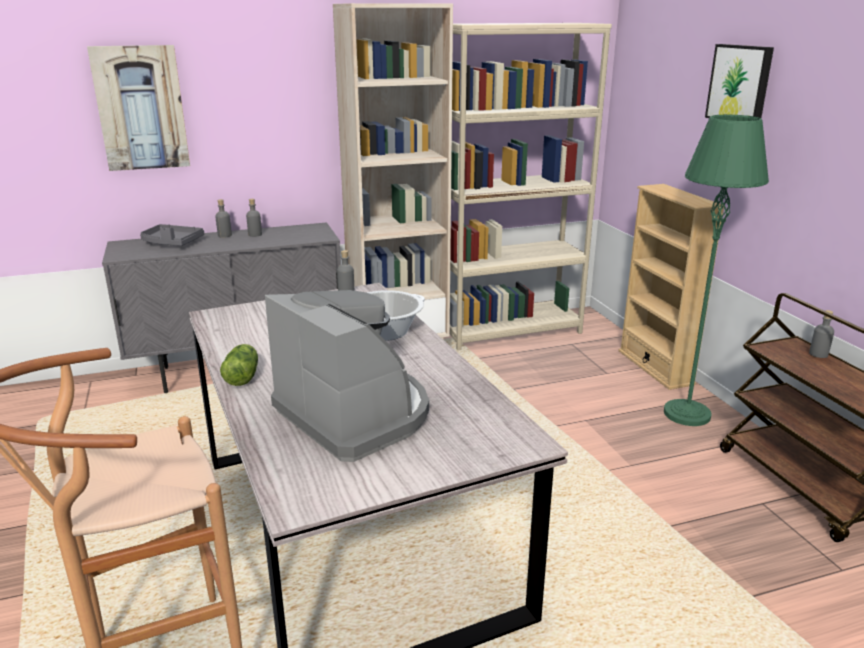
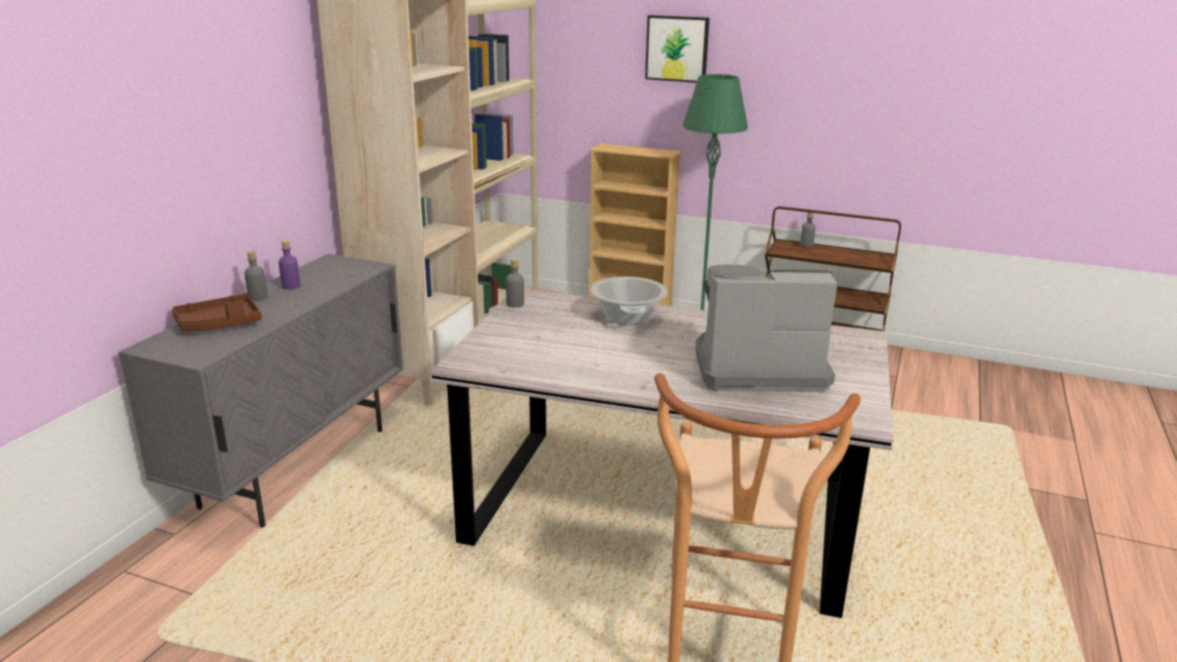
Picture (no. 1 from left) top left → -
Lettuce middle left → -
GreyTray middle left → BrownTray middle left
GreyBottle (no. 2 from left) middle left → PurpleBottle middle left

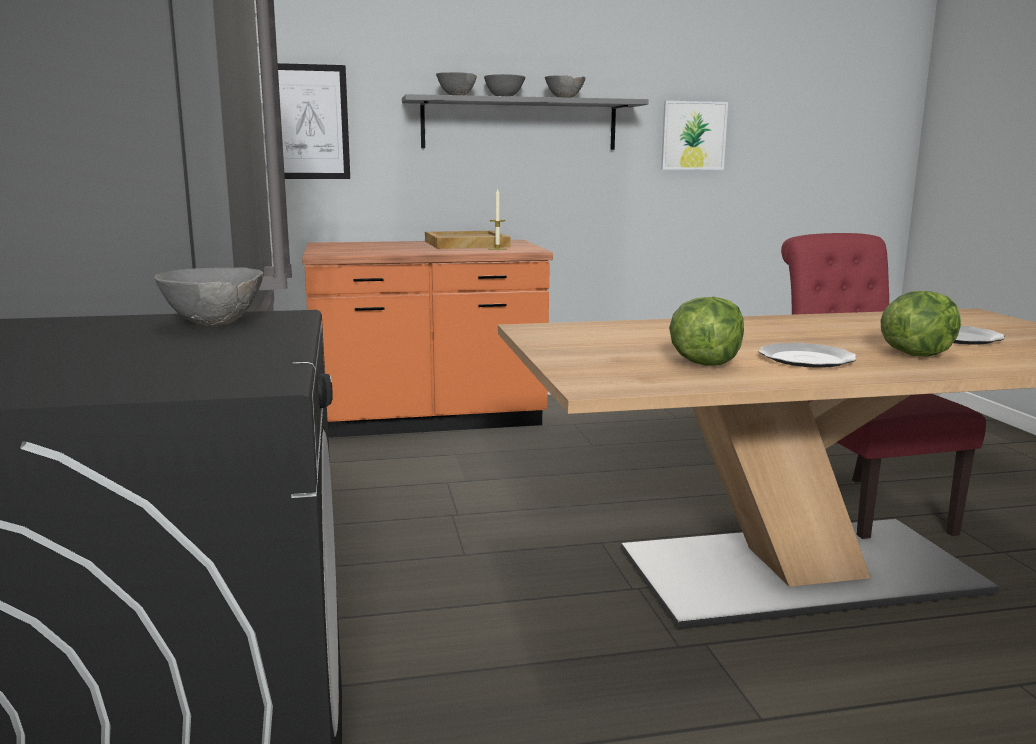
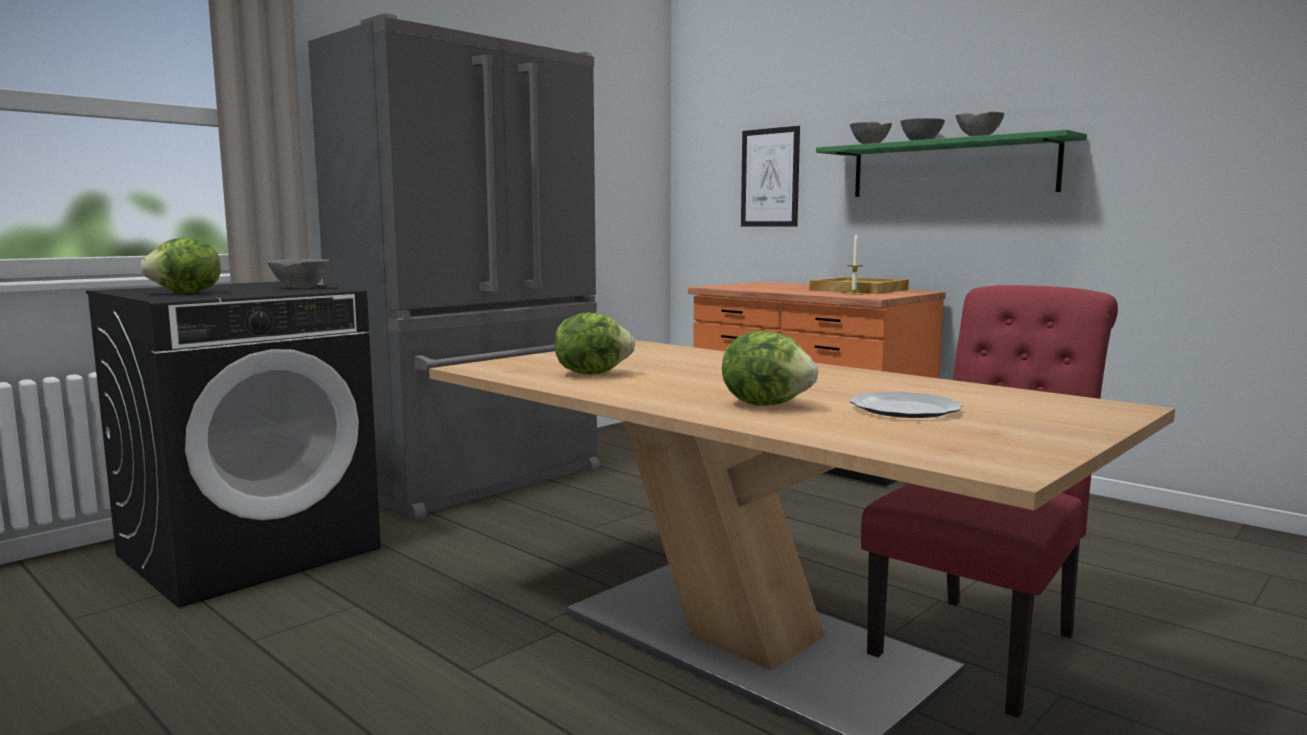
Picture (no. 2 from left) top right → -
Plate (no. 1 from left) middle right → -
- → Lettuce (no. 1 from left) middle left
GreyShelf top centre → GreenShelf top right

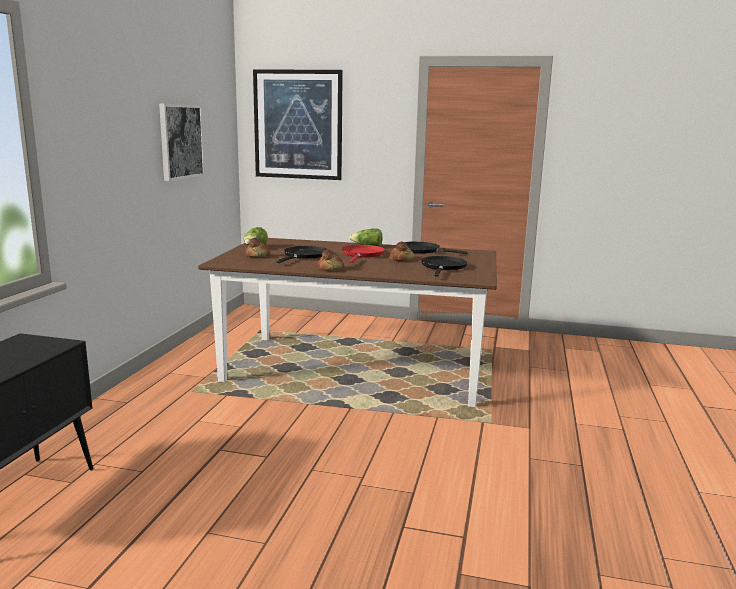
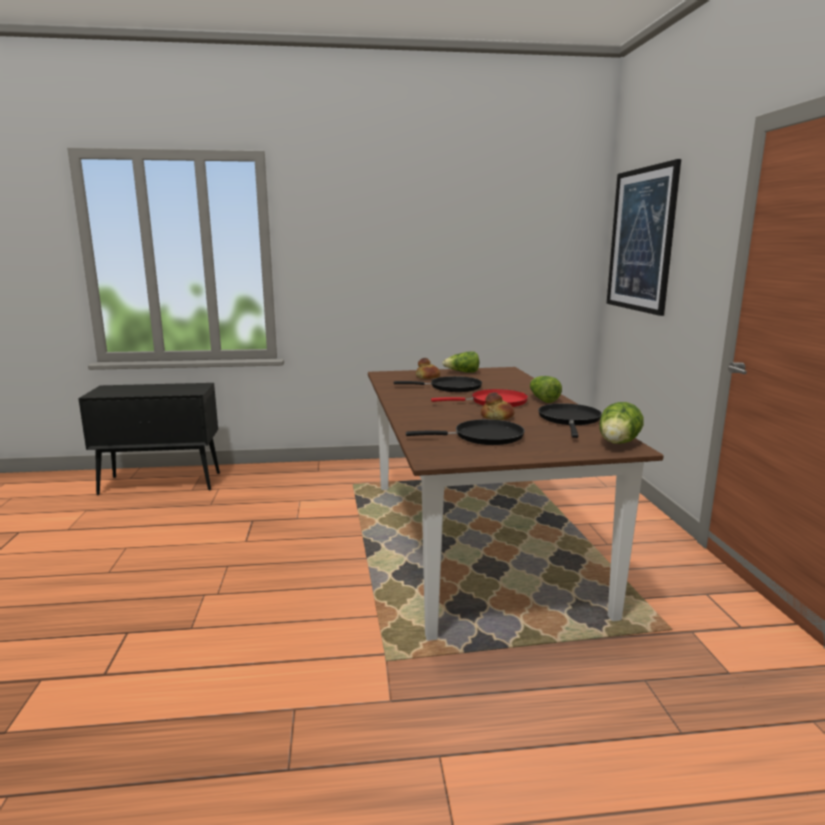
Picture (no. 1 from left) top left → -
Bread (no. 2 from left) centre → -
- → Lettuce (no. 3 from left) middle right

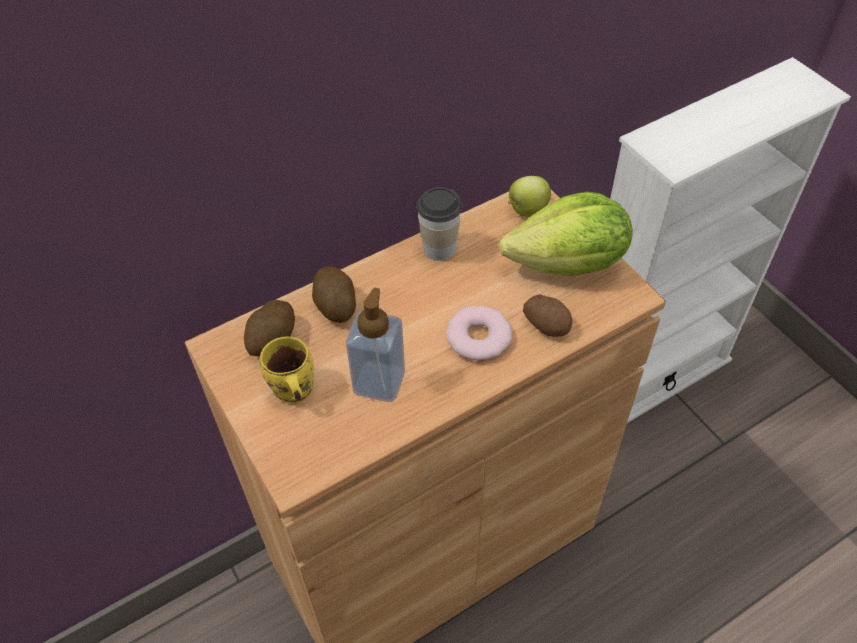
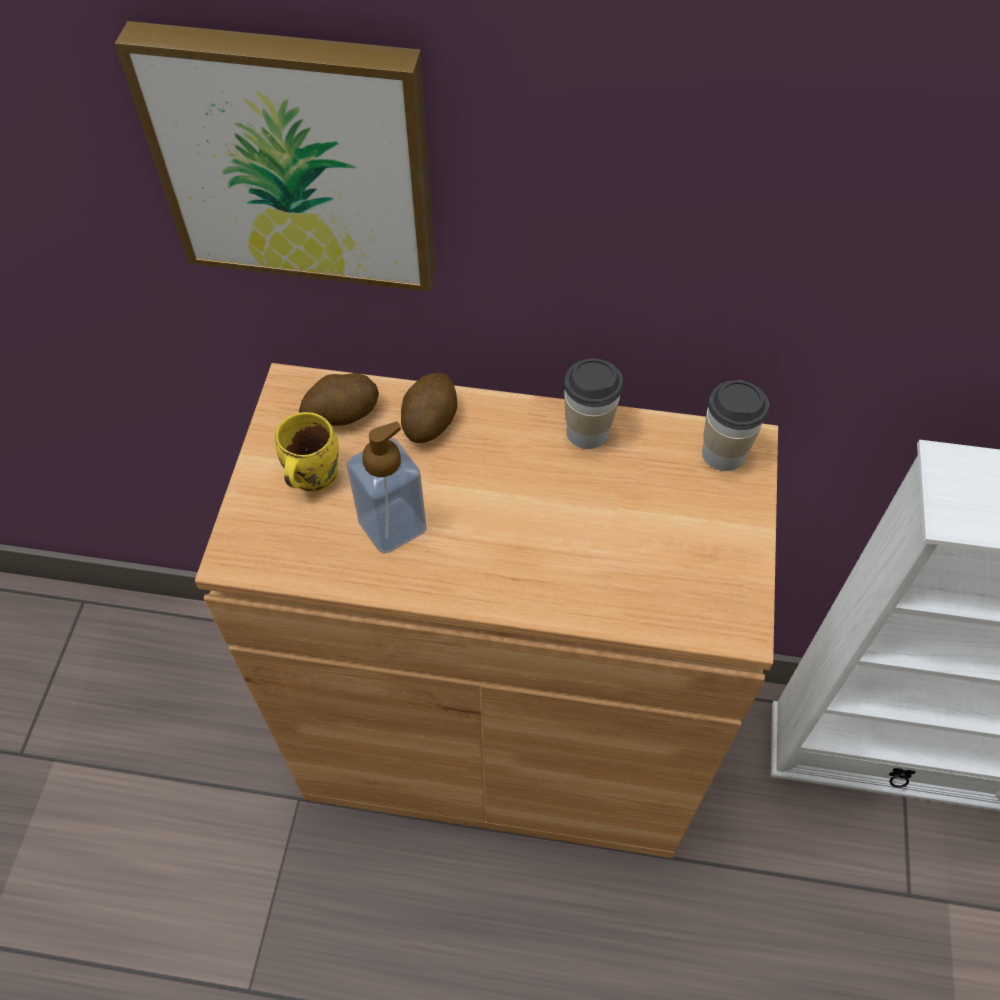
Donut centre → -
Lettuce centre → -
Potato (no. 3 from left) centre → -
- → Picture top left
Apple top centre → Cup (no. 2 from left) middle right

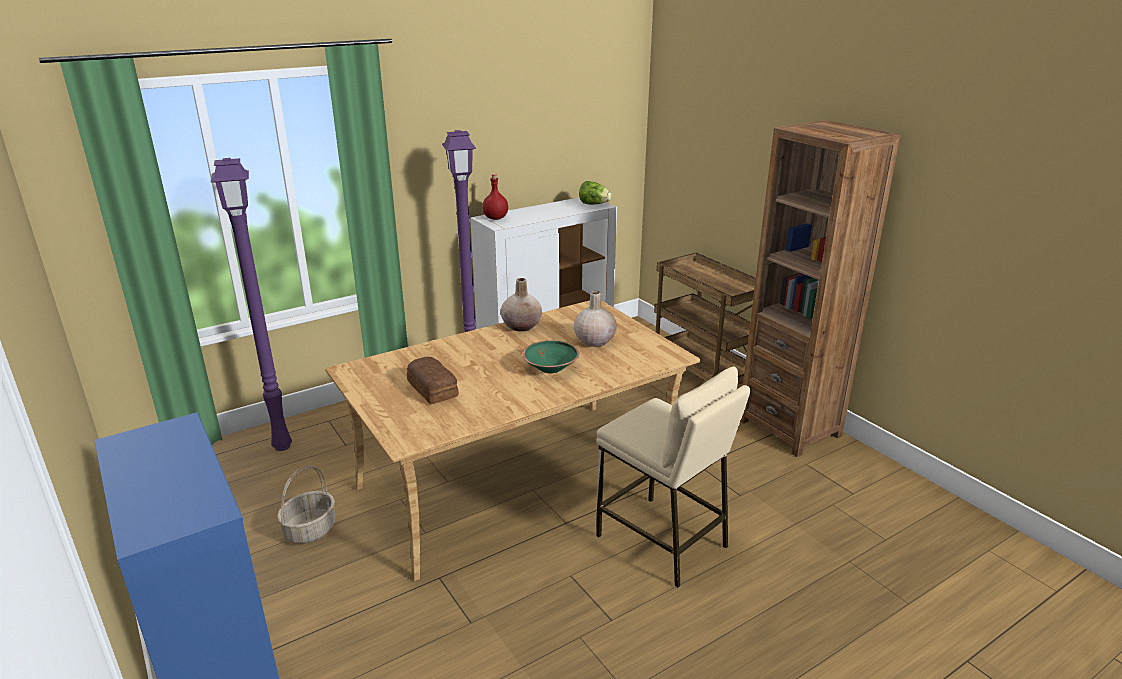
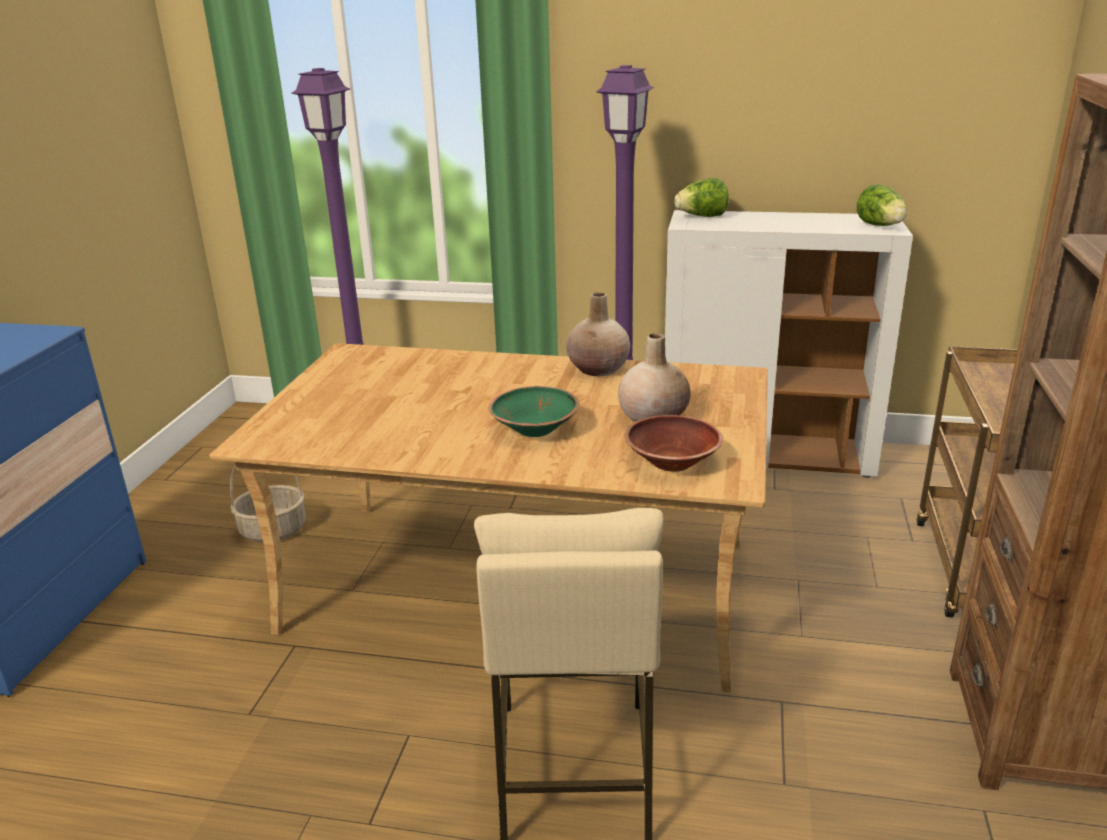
Bread centre → -
- → BrownBowl centre
RedBottle top centre → Lettuce (no. 1 from left) top centre

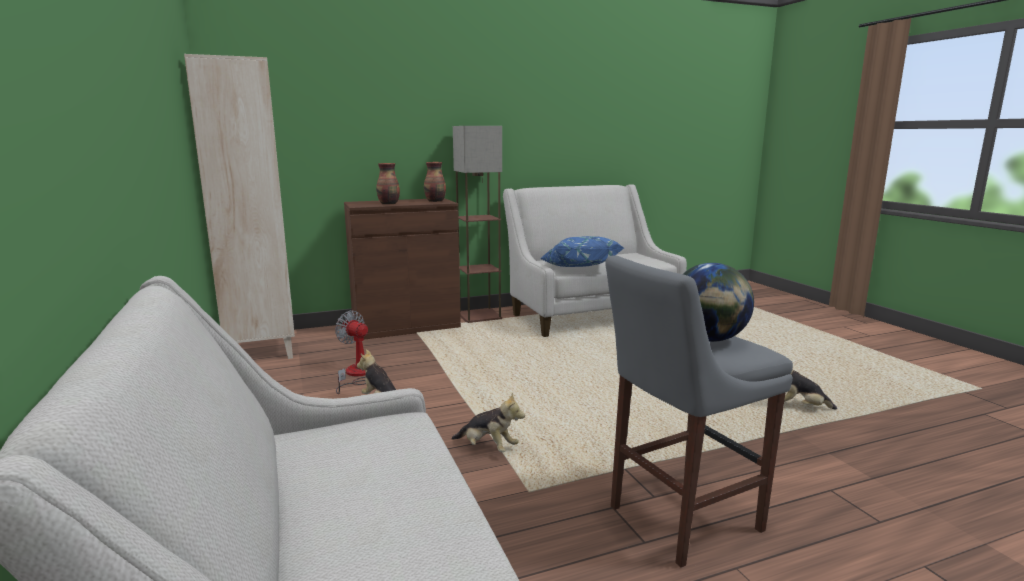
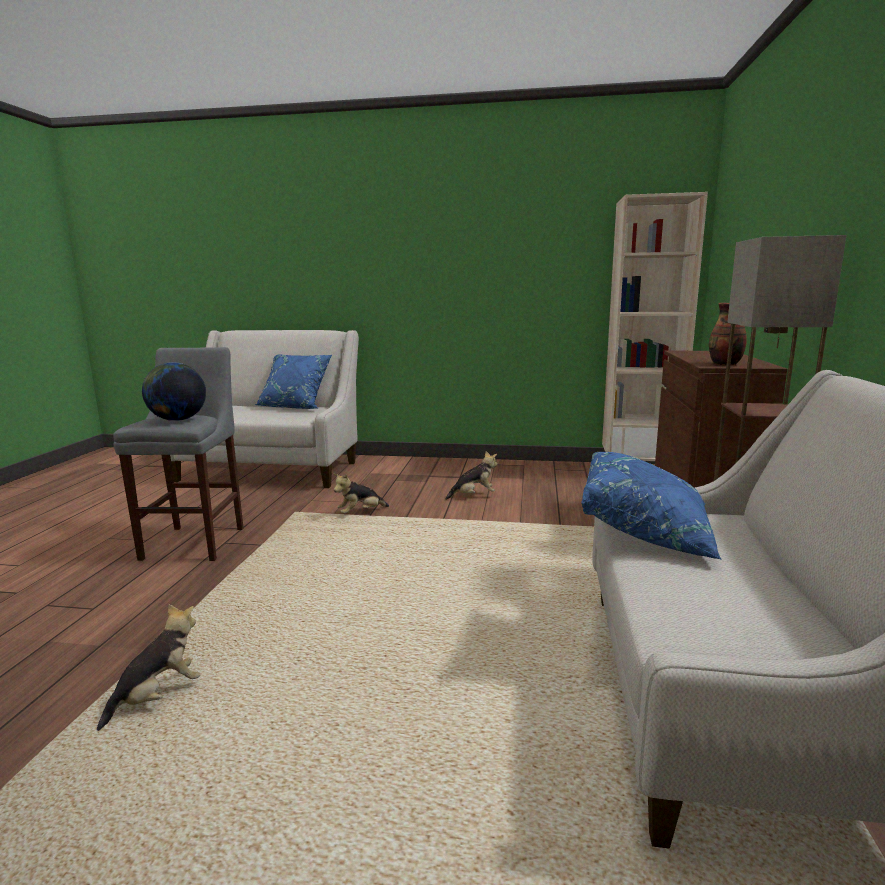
Fan centre → -
Vase (no. 1 from left) top centre → -
- → BluePillow (no. 1 from left) middle left

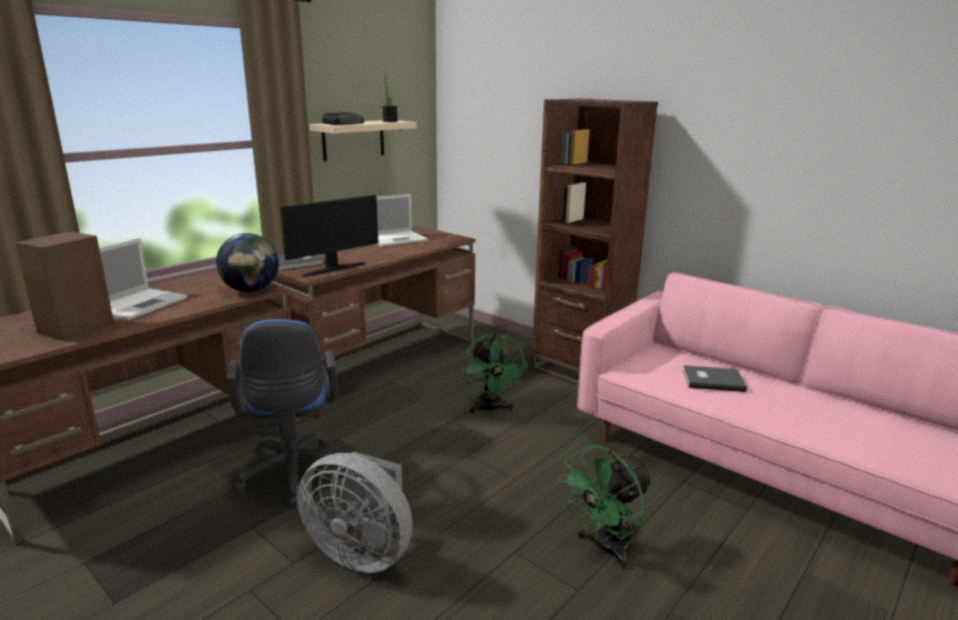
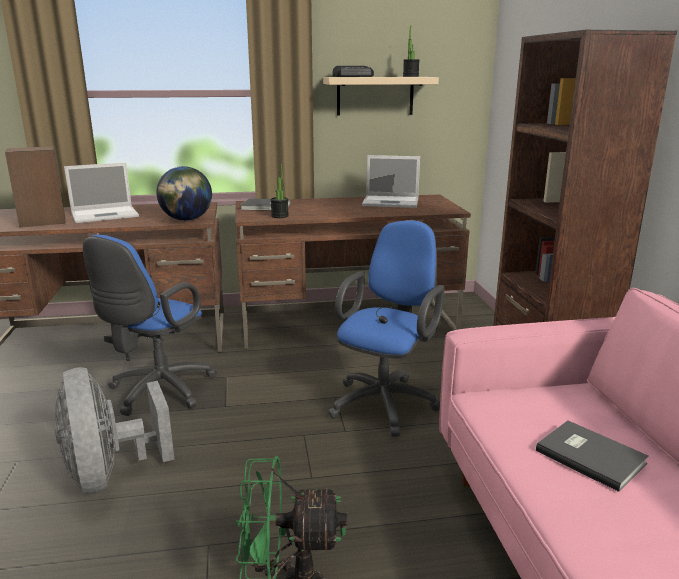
Monitor centre → PottedPlant (no. 1 from left) top centre
GreenFan (no. 1 from left) centre → BlueOfficeChair (no. 2 from left) centre

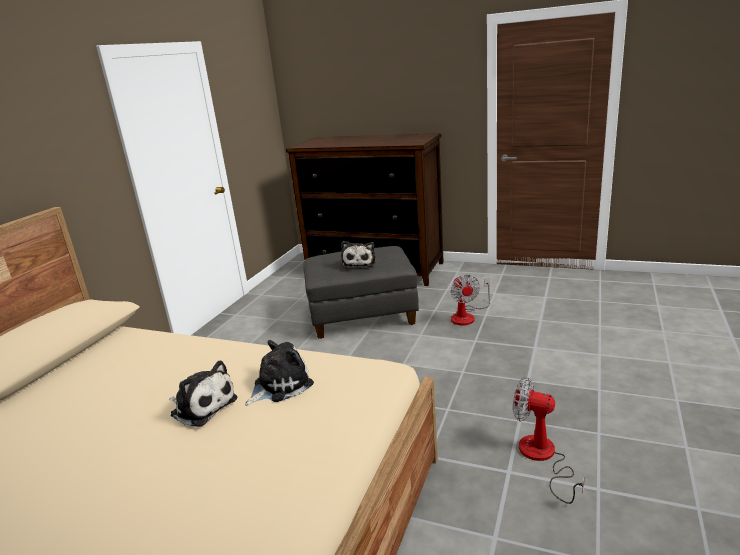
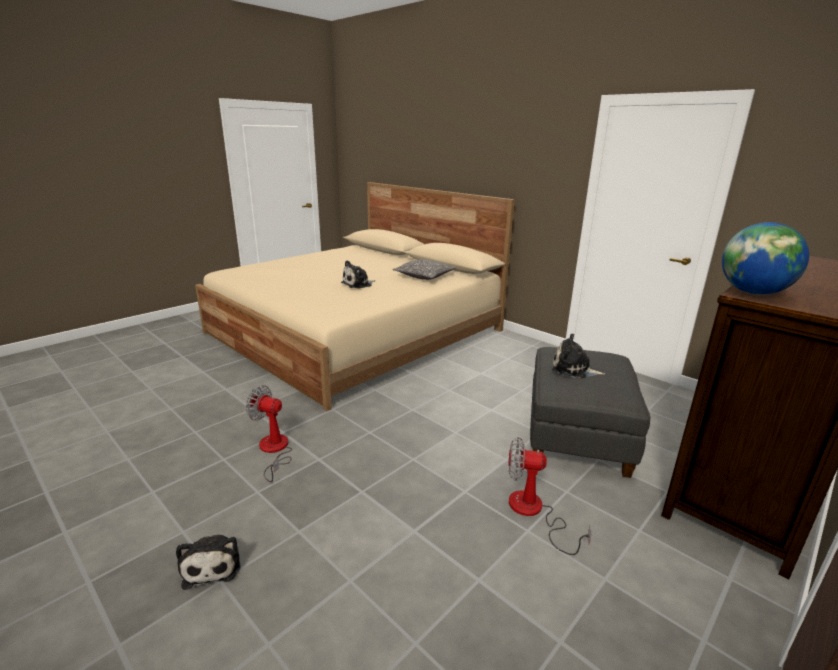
- → Pillow centre
- → Globe middle right
PlushToy (no. 2 from left in the first image) bottom centre → PlushToy (no. 1 from left) bottom left, relocated
Fan (no. 2 from left in the first image) bottom right → Fan (no. 1 from left) middle left, 120 degrees counterclockwise

